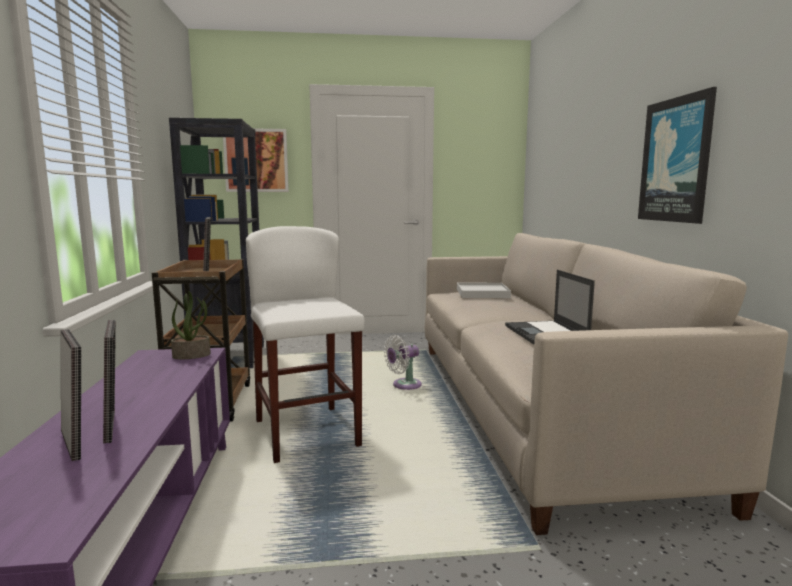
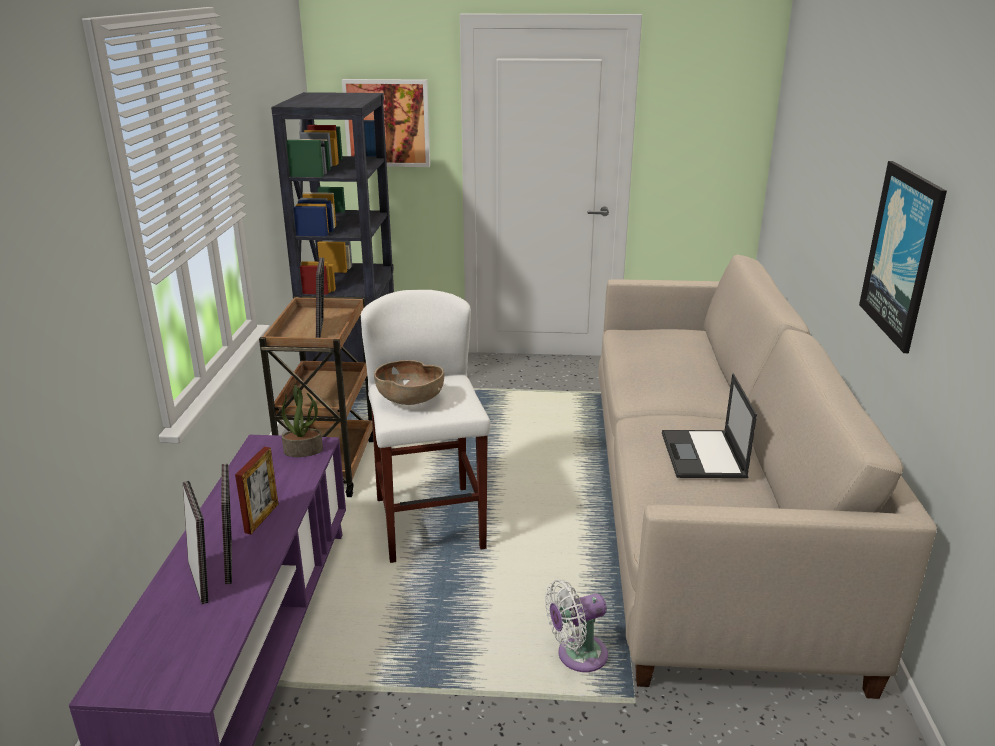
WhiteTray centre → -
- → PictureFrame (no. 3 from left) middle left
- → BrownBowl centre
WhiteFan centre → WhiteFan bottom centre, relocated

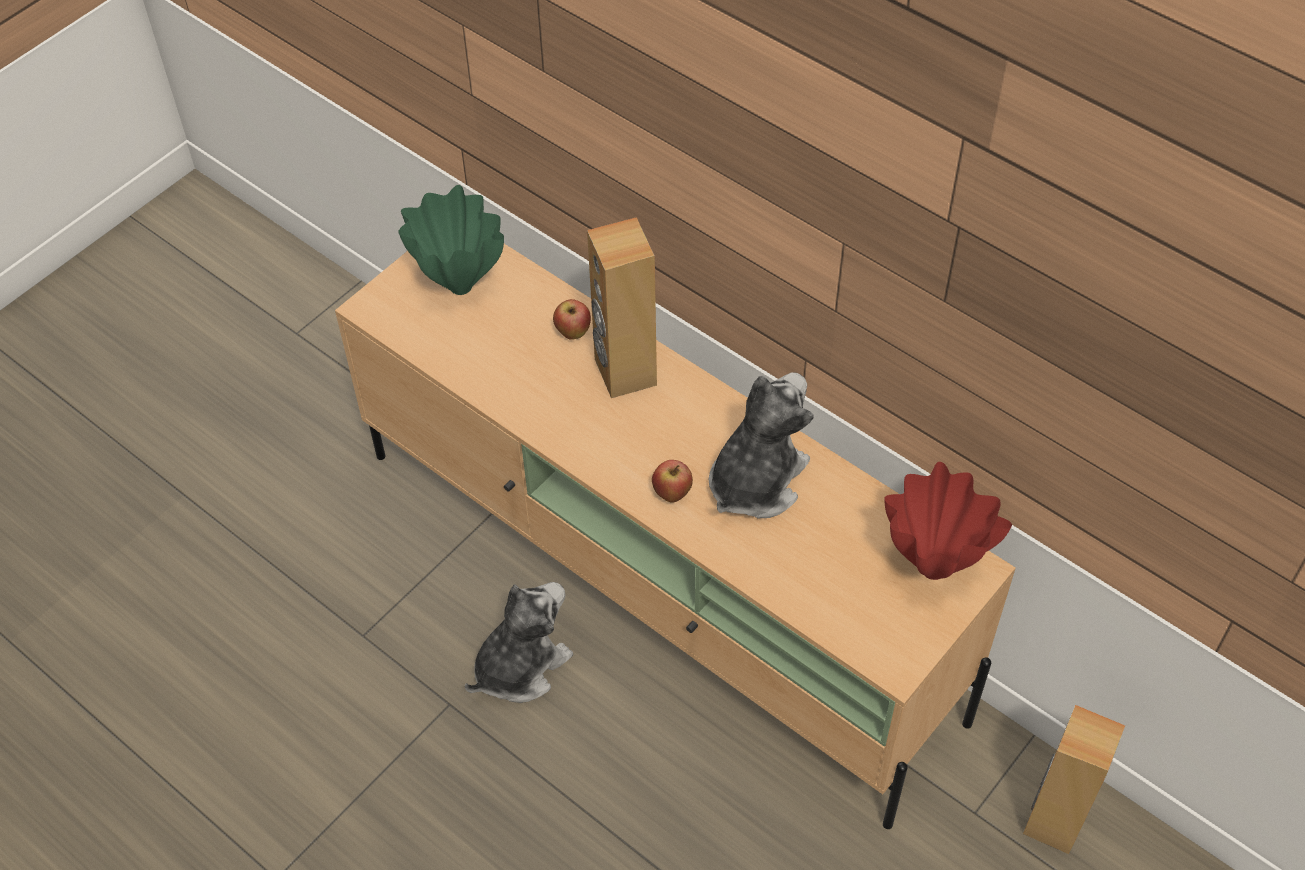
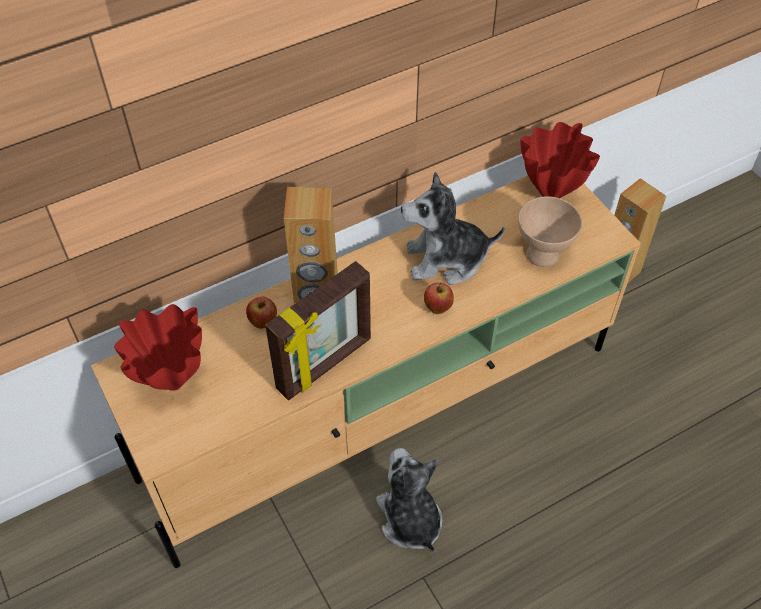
- → PictureFrame centre
- → BeigeBowl middle right
GreenVase top centre → RedVase (no. 1 from left) middle left
PlushToy (no. 2 from left) centre, 60 degrees counterclockwise

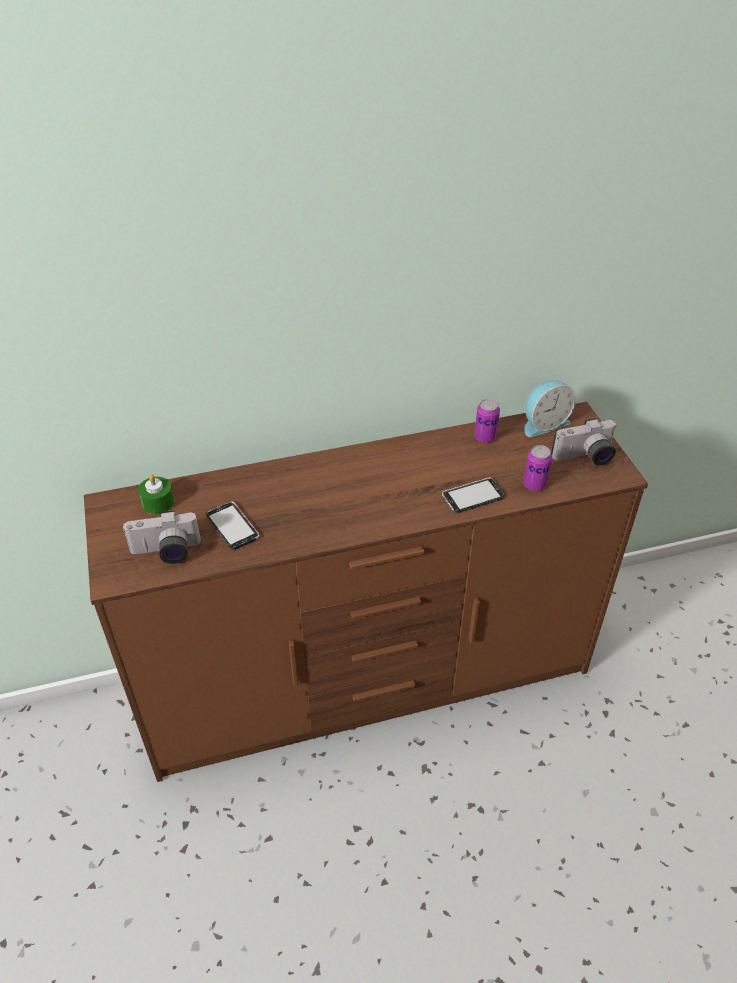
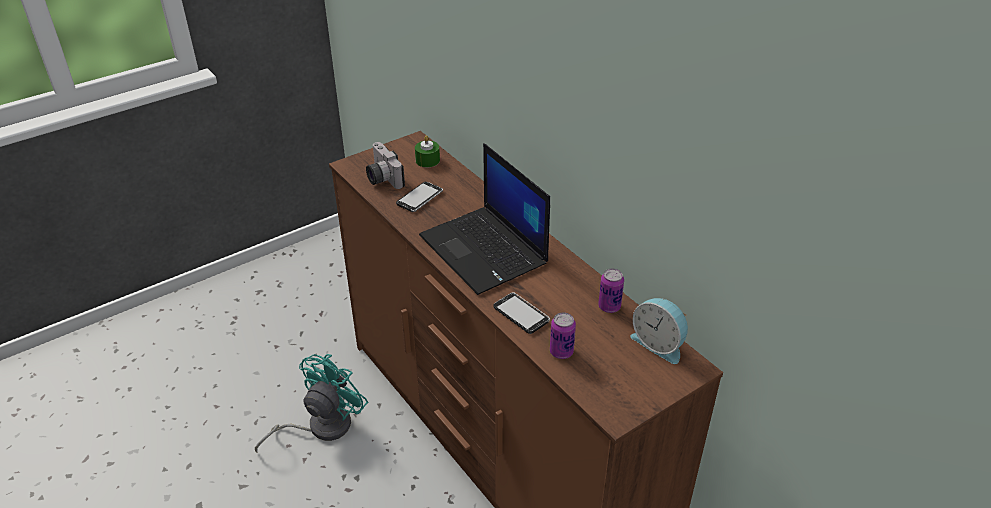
PhotoCamera (no. 2 from left) middle right → -
- → TurquoiseFan bottom left
- → Laptop centre

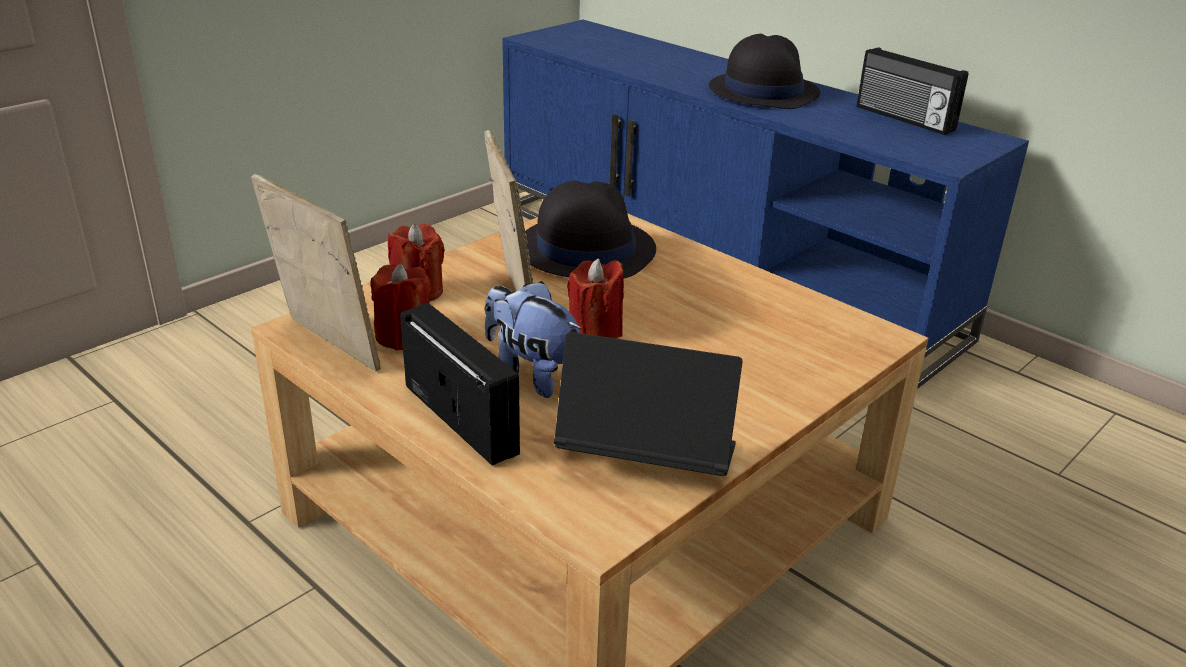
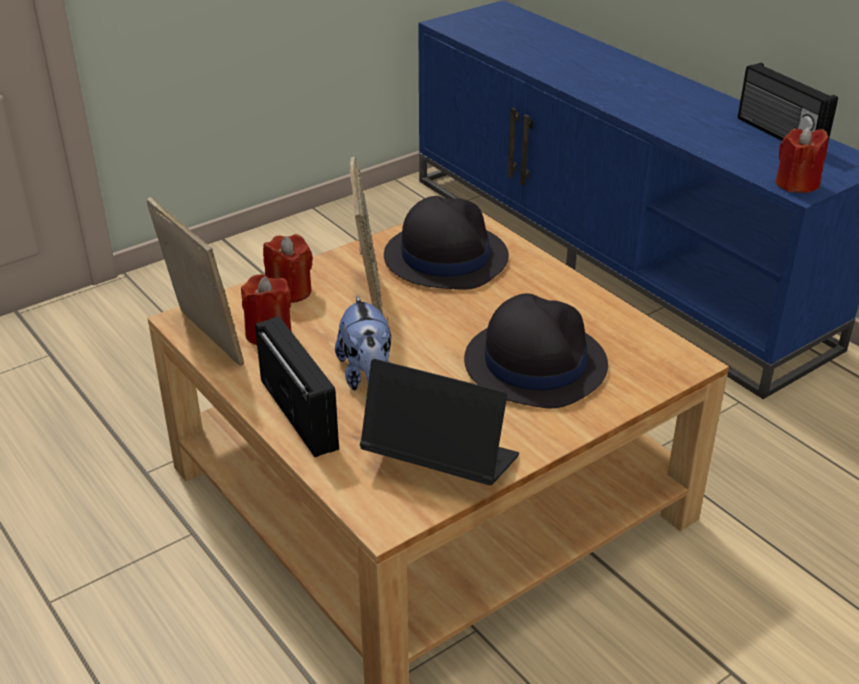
RedCandle (no. 3 from left) centre → RedCandle (no. 3 from left) top right, relocated
BlackHat (no. 2 from left) top centre → BlackHat (no. 2 from left) centre, relocated
PlushToy centre, 150 degrees counterclockwise

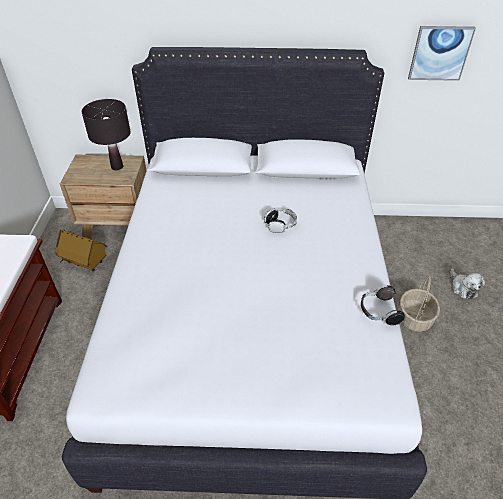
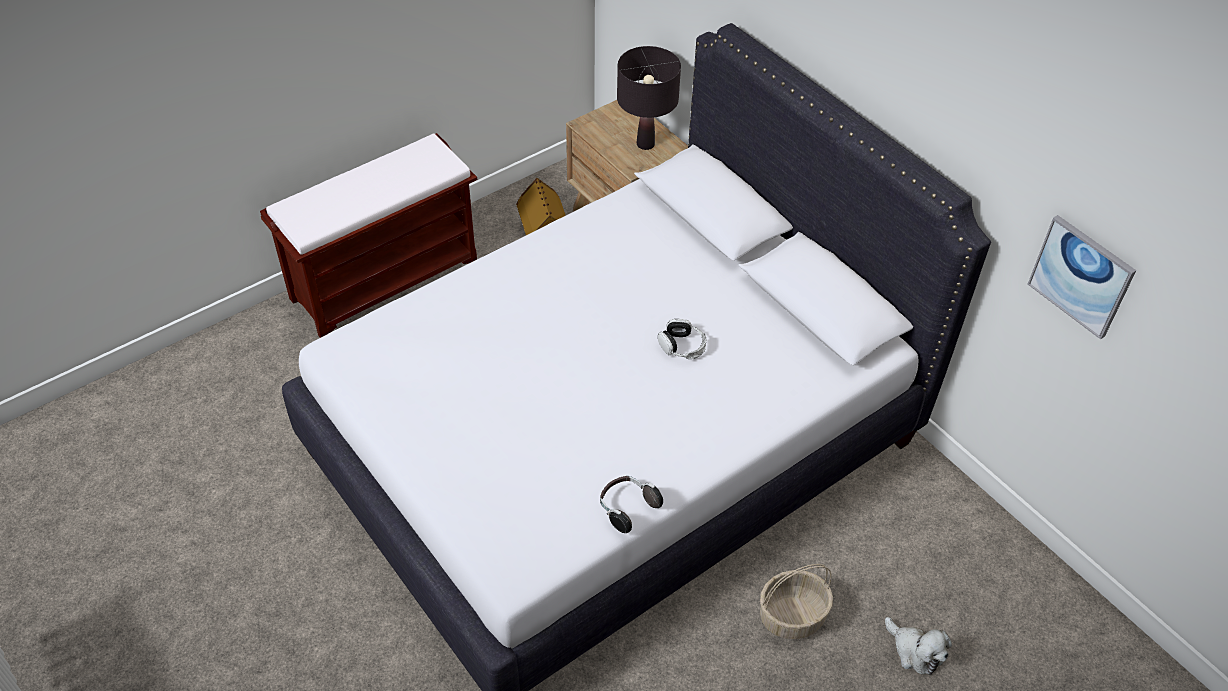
PlushToy middle right → PlushToy bottom right, 75 degrees counterclockwise

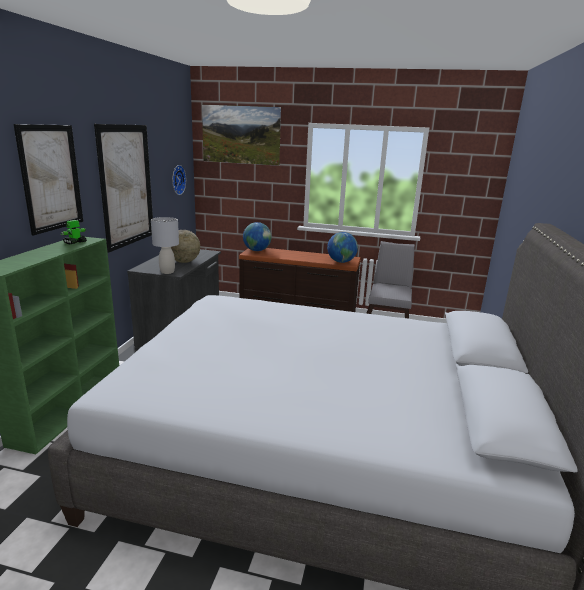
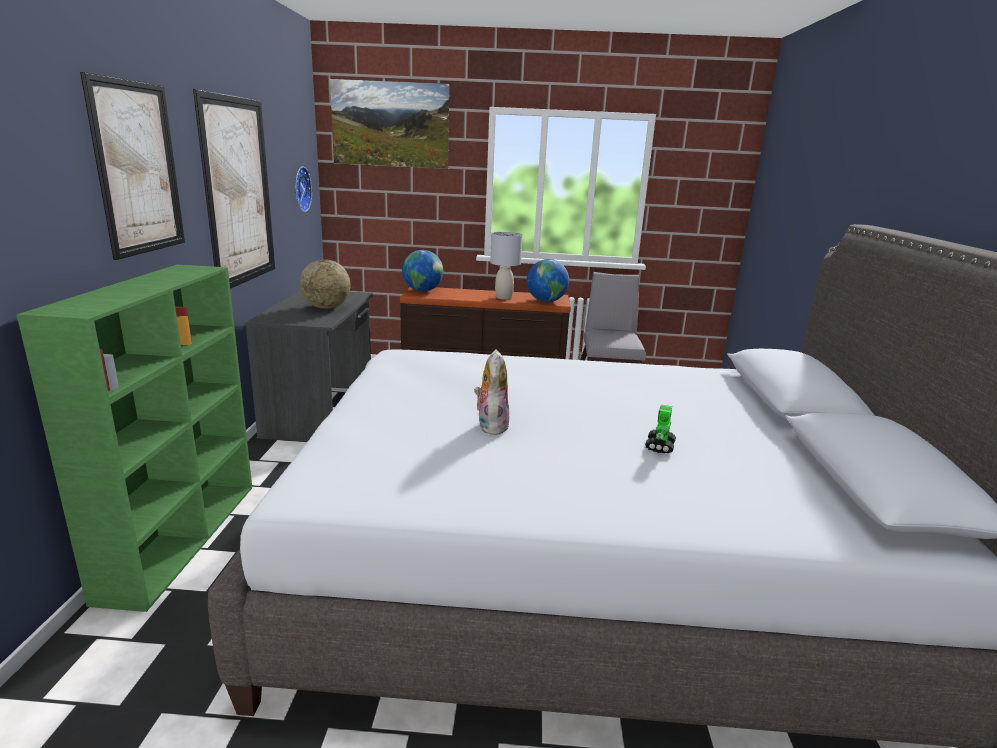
- → PlushToy centre
ToyRobot middle left → ToyRobot centre, relocated
GreyTableLamp middle left → GreyTableLamp centre, relocated

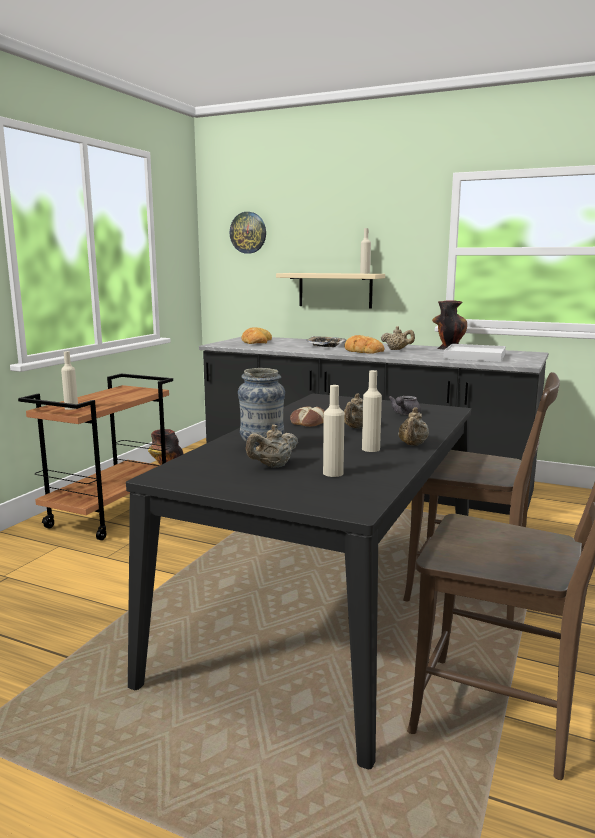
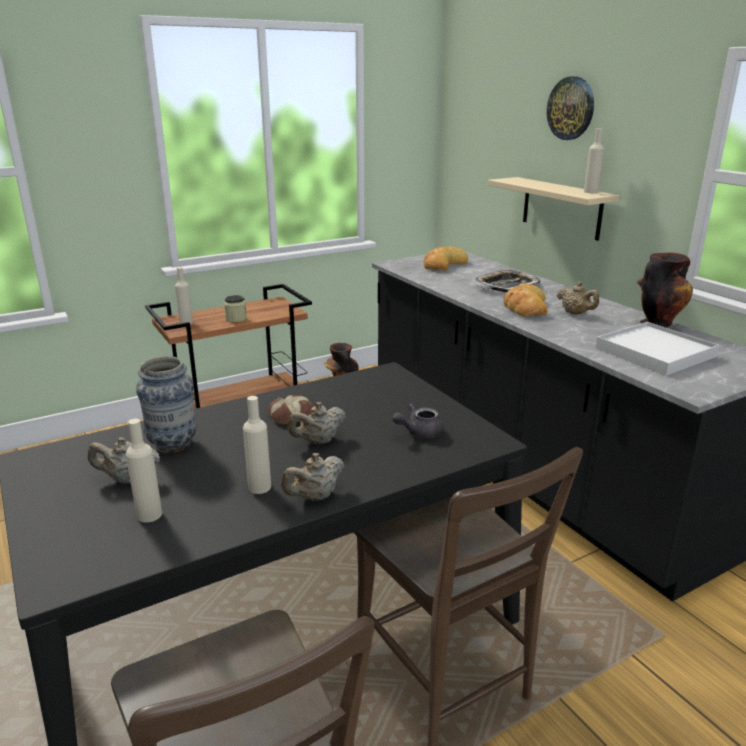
- → Jar middle left
WallClock top centre → WallClock top right, relocated

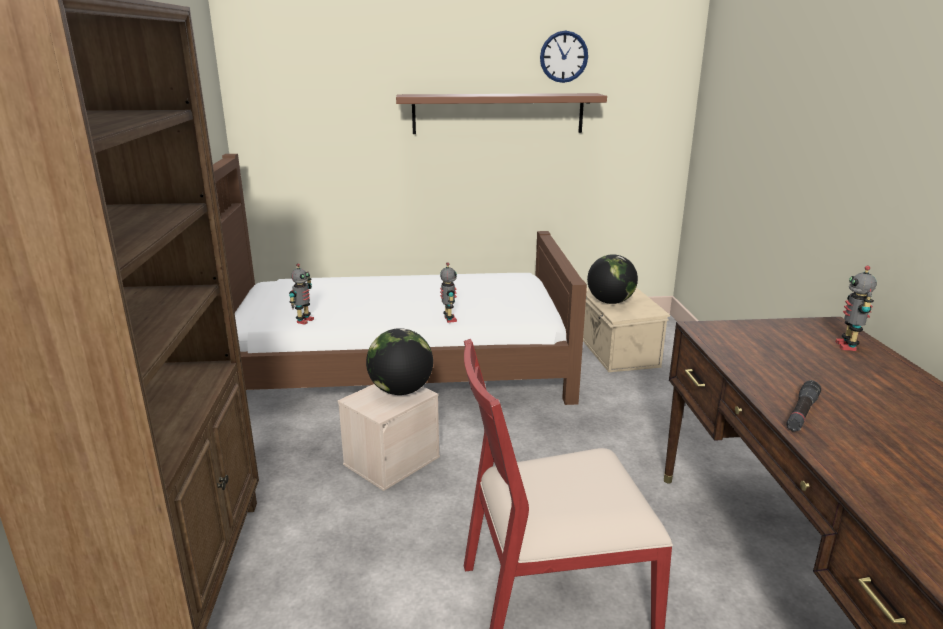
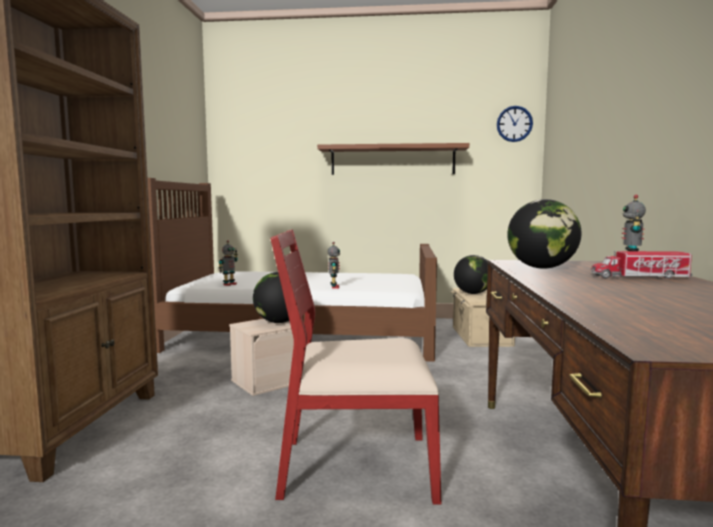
BlackFlashlight middle right → -
- → Globe (no. 3 from left) middle right
- → ToyTruck middle right
WallClock top centre → WallClock top right, relocated

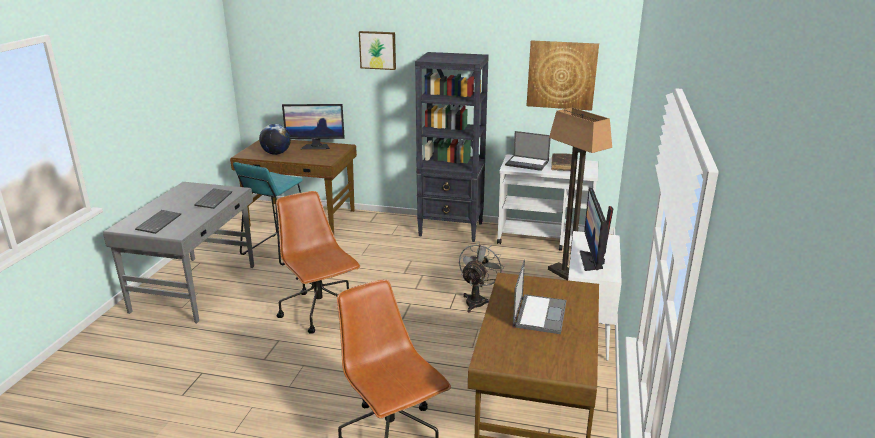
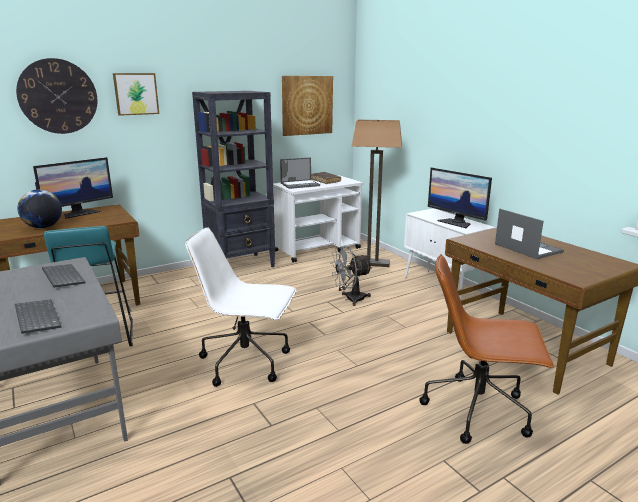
- → WallClock top left
BrownOfficeChair (no. 1 from left) centre → WhiteOfficeChair centre
GreyFan centre, 90 degrees counterclockwise

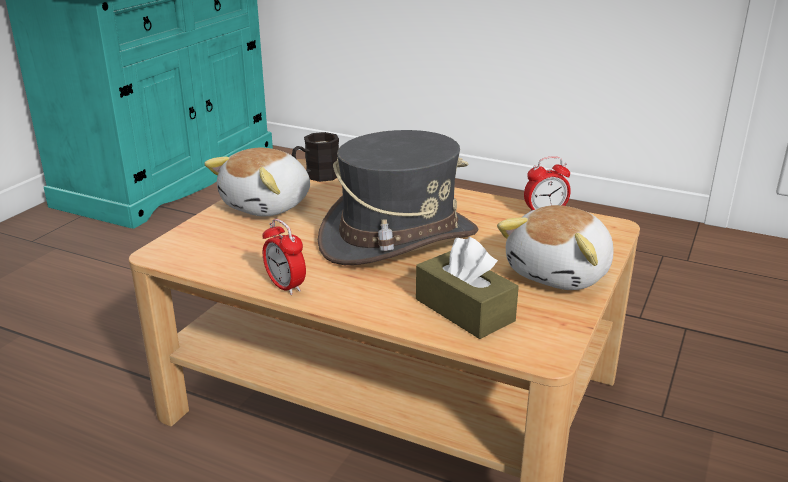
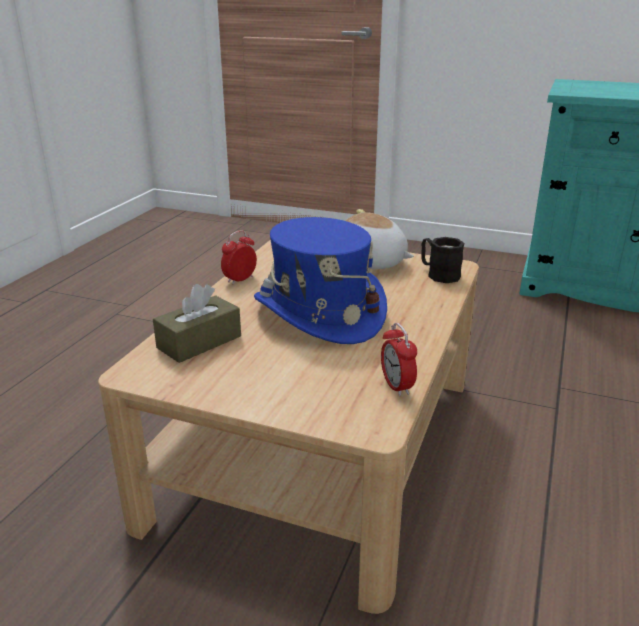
PlushToy (no. 2 from left) middle right → -
GreyHat centre → BlueHat centre

